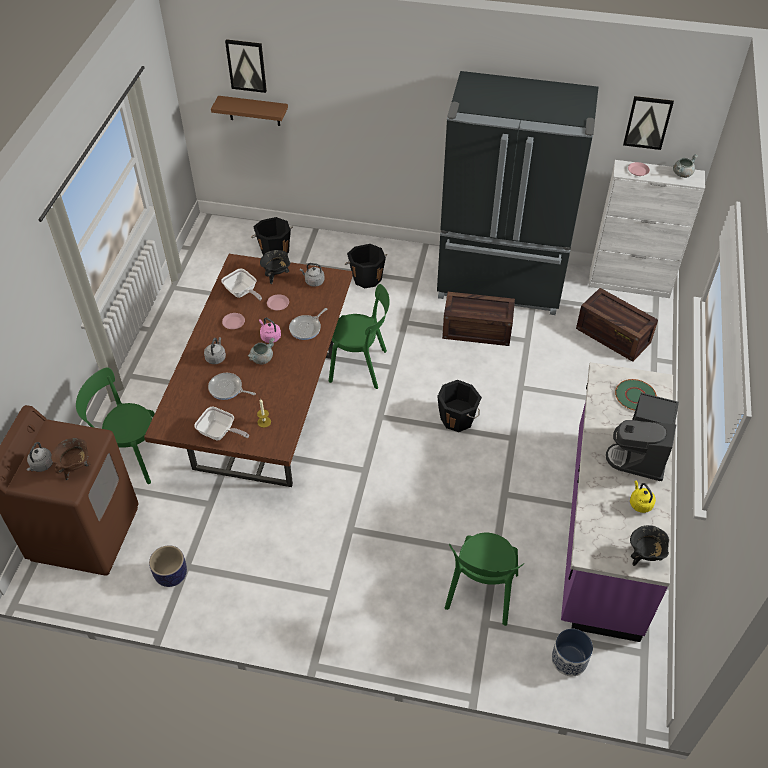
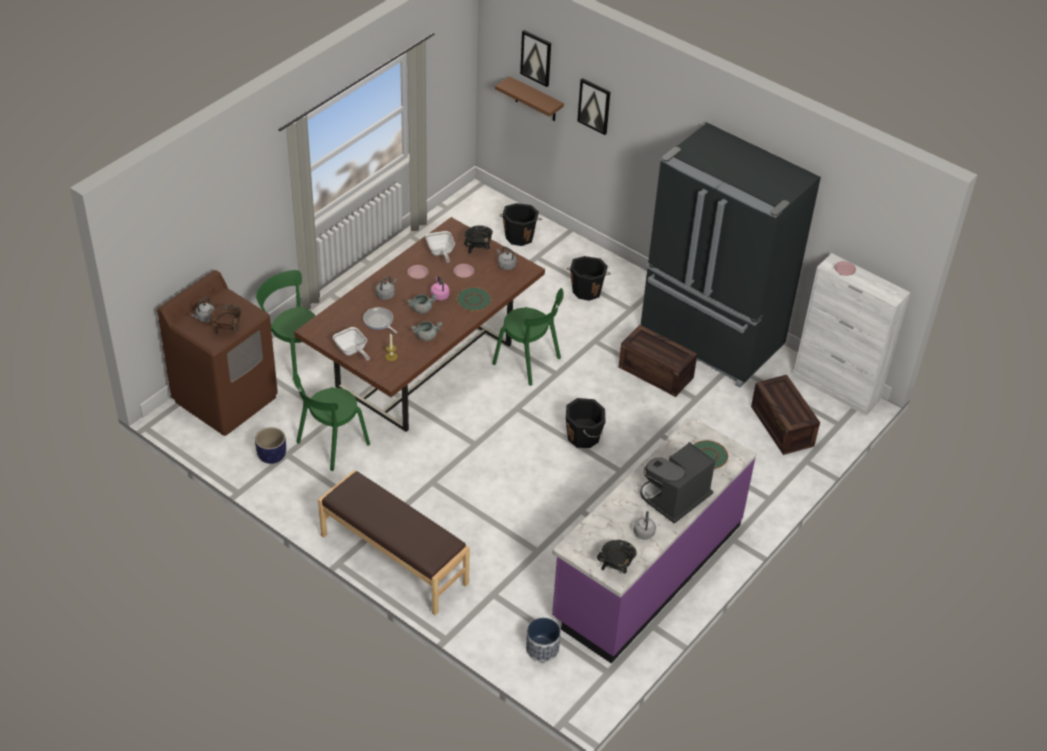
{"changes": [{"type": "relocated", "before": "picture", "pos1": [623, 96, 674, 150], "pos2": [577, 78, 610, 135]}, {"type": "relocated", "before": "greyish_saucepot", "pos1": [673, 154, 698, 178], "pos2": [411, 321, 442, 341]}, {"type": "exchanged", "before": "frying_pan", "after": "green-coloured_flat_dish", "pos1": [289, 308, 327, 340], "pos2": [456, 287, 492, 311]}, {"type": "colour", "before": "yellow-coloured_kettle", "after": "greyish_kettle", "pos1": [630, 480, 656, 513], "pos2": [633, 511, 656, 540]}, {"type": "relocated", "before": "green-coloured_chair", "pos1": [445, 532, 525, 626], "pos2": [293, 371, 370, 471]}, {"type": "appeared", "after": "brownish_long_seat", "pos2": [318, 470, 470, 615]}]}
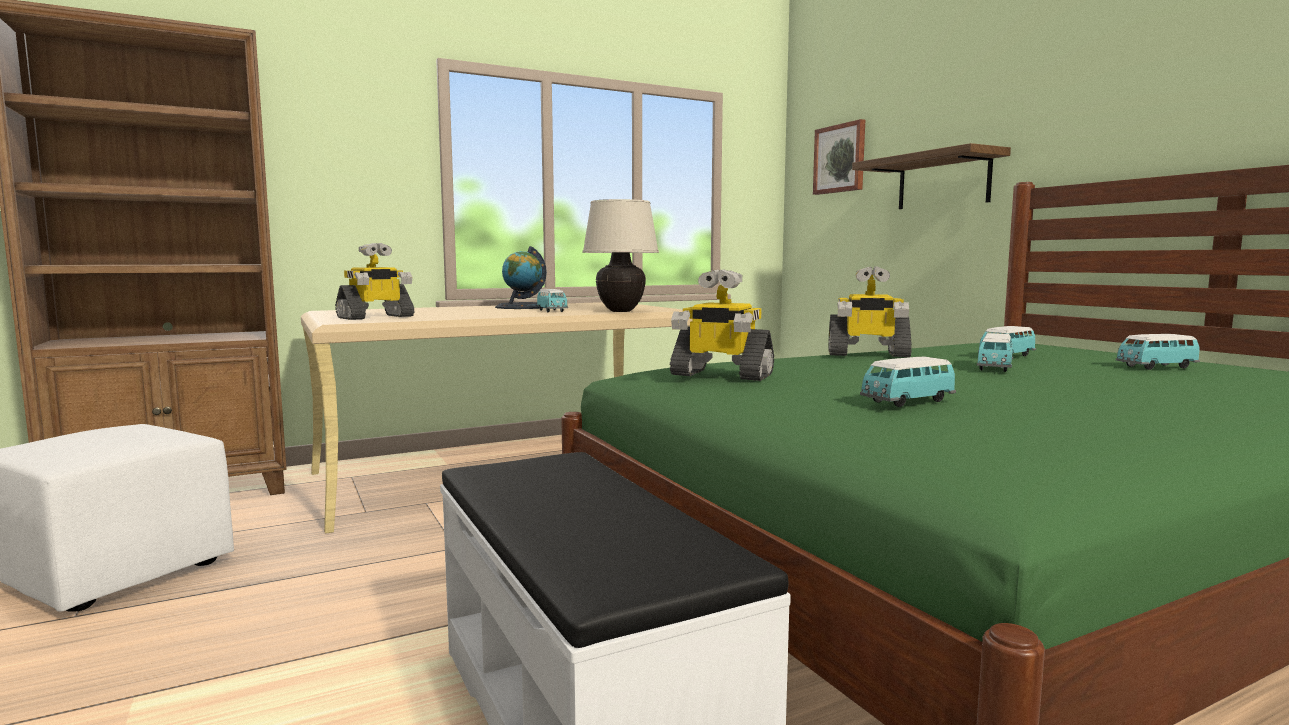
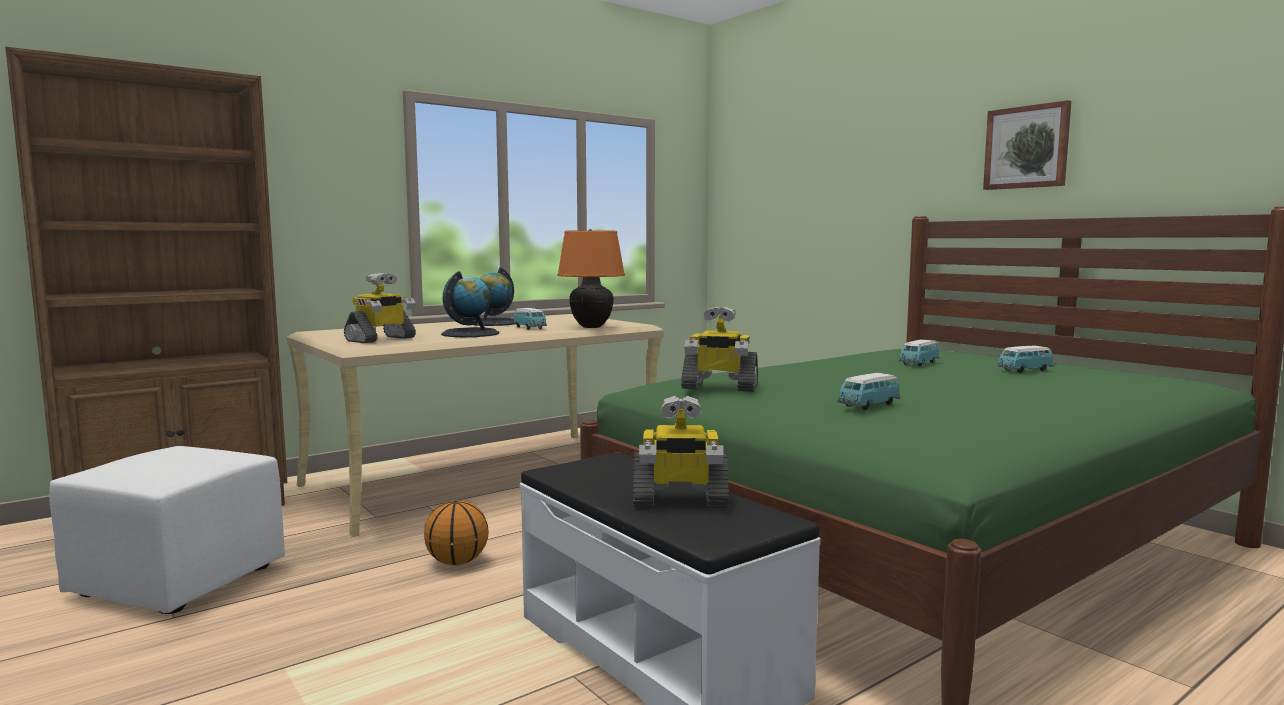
{"changes": [{"type": "relocated", "before": "picture", "pos1": [813, 119, 865, 195], "pos2": [983, 100, 1071, 190]}, {"type": "missing", "before": "bracket_shelf", "pos1": [852, 143, 1011, 209]}, {"type": "colour", "before": "sand-coloured_tabletop_lamp", "after": "orange-coloured_tabletop_lamp", "pos1": [582, 199, 659, 312], "pos2": [557, 229, 625, 328]}, {"type": "relocated", "before": "model_robot", "pos1": [828, 266, 912, 357], "pos2": [633, 395, 729, 508]}, {"type": "missing", "before": "model_car", "pos1": [977, 333, 1013, 372]}, {"type": "appeared", "after": "world_globe", "pos2": [441, 271, 499, 337]}, {"type": "appeared", "after": "basketball", "pos2": [424, 500, 489, 565]}]}
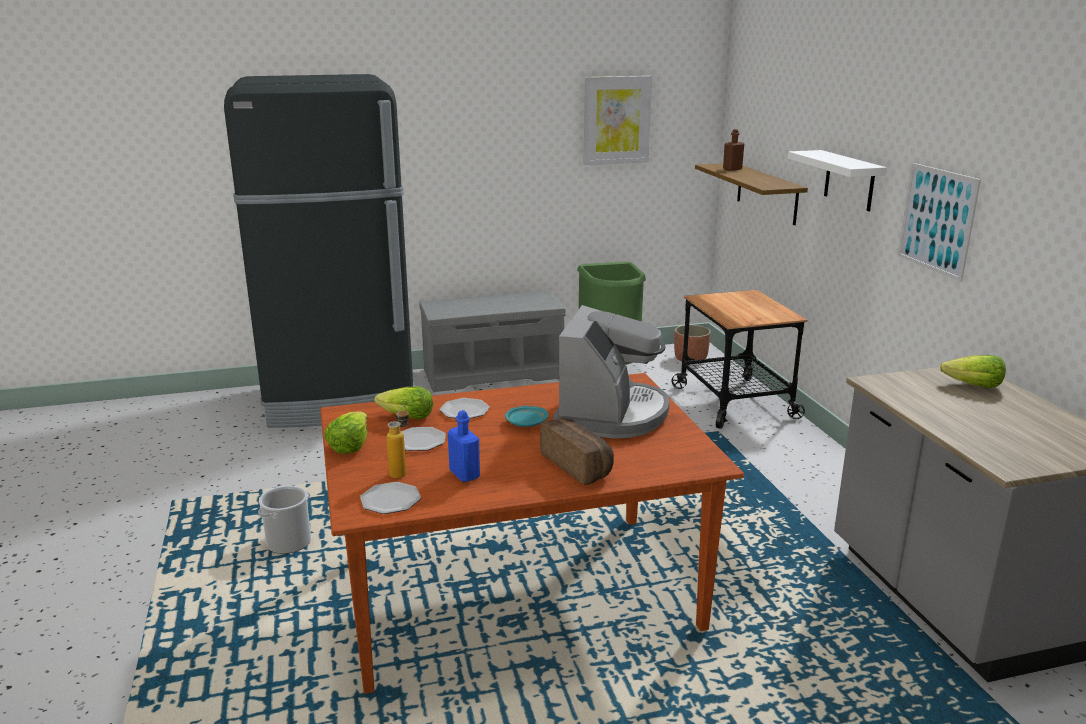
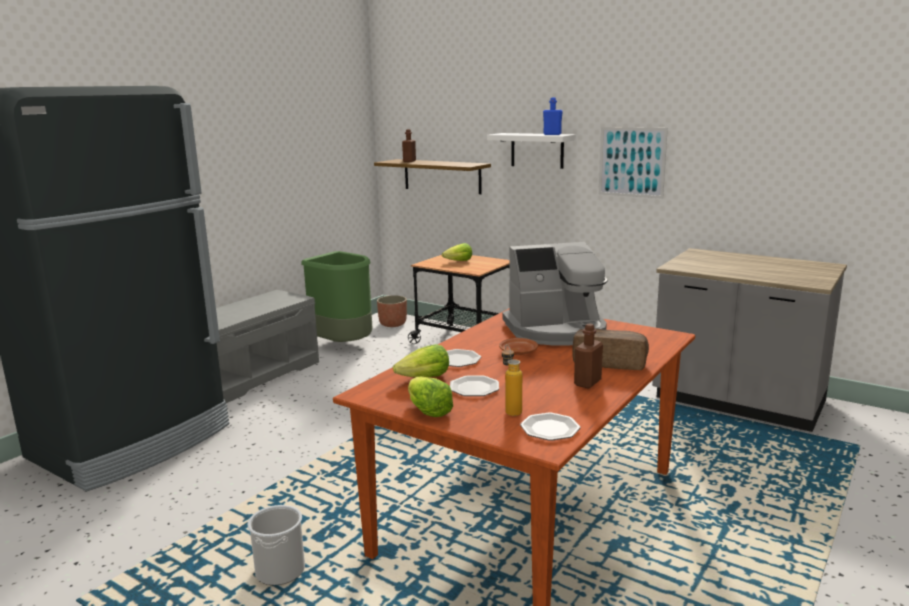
{"changes": [{"type": "missing", "before": "picture", "pos1": [583, 76, 652, 165]}, {"type": "spun", "before": "coffee_maker", "pos1": [553, 305, 670, 439], "pos2": [502, 242, 607, 345], "turn": 105}, {"type": "relocated", "before": "head_of_lettuce", "pos1": [940, 355, 1006, 388], "pos2": [442, 243, 472, 261]}, {"type": "colour", "before": "turquoise-coloured_flat_dish", "after": "brownish_flat_dish", "pos1": [505, 406, 549, 427], "pos2": [499, 338, 538, 355]}, {"type": "relocated", "before": "blue_bottle", "pos1": [448, 410, 480, 482], "pos2": [543, 97, 563, 135]}, {"type": "appeared", "after": "brownish_bottle", "pos2": [574, 323, 603, 388]}]}
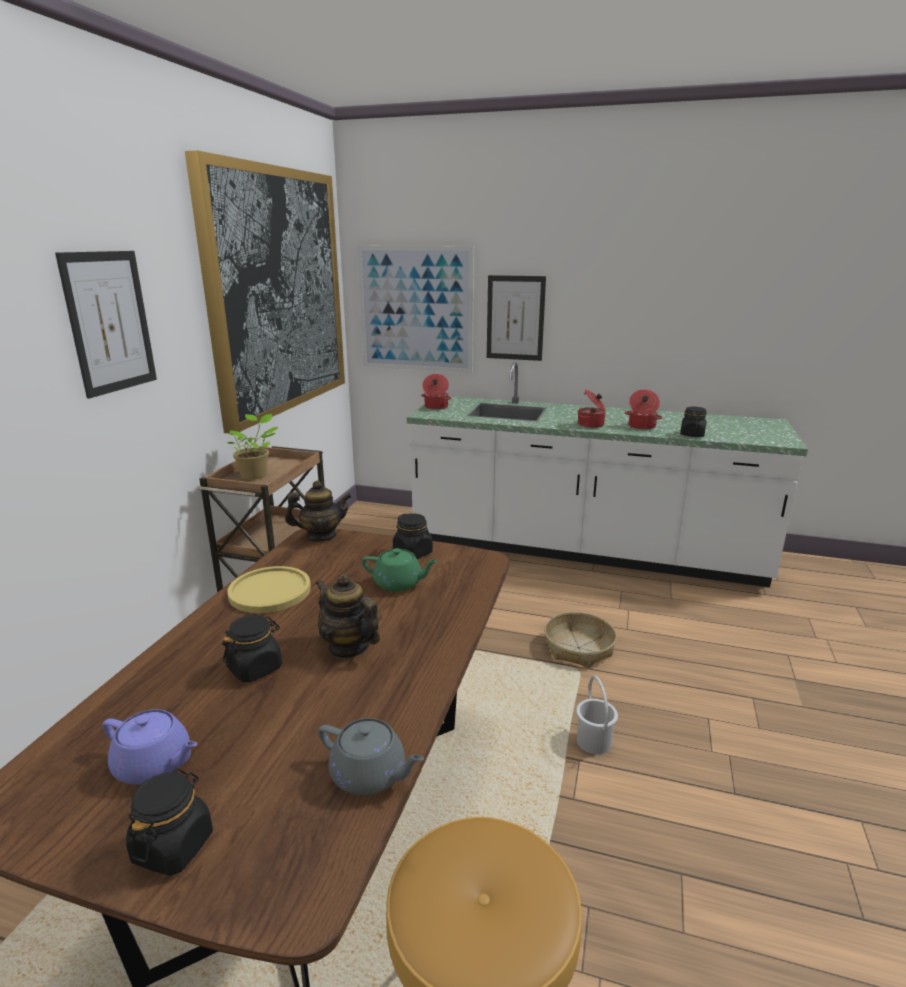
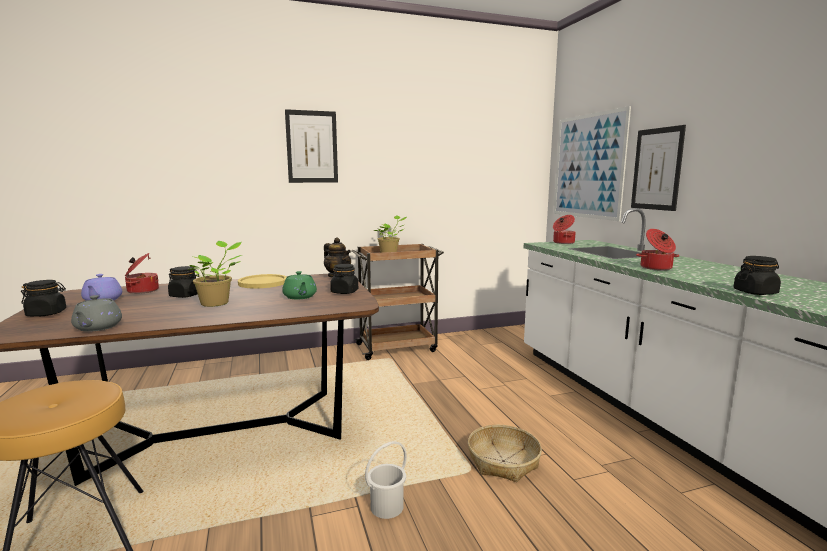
{"changes": [{"type": "missing", "before": "picture", "pos1": [185, 150, 345, 433]}, {"type": "relocated", "before": "saucepot", "pos1": [625, 390, 662, 430], "pos2": [125, 253, 159, 294]}, {"type": "exchanged", "before": "tea_pot", "after": "houseplant", "pos1": [315, 574, 380, 659], "pos2": [188, 241, 242, 307]}]}
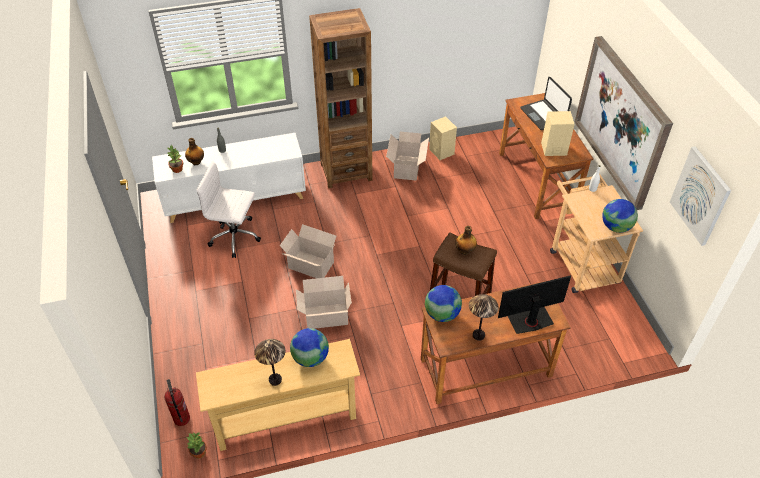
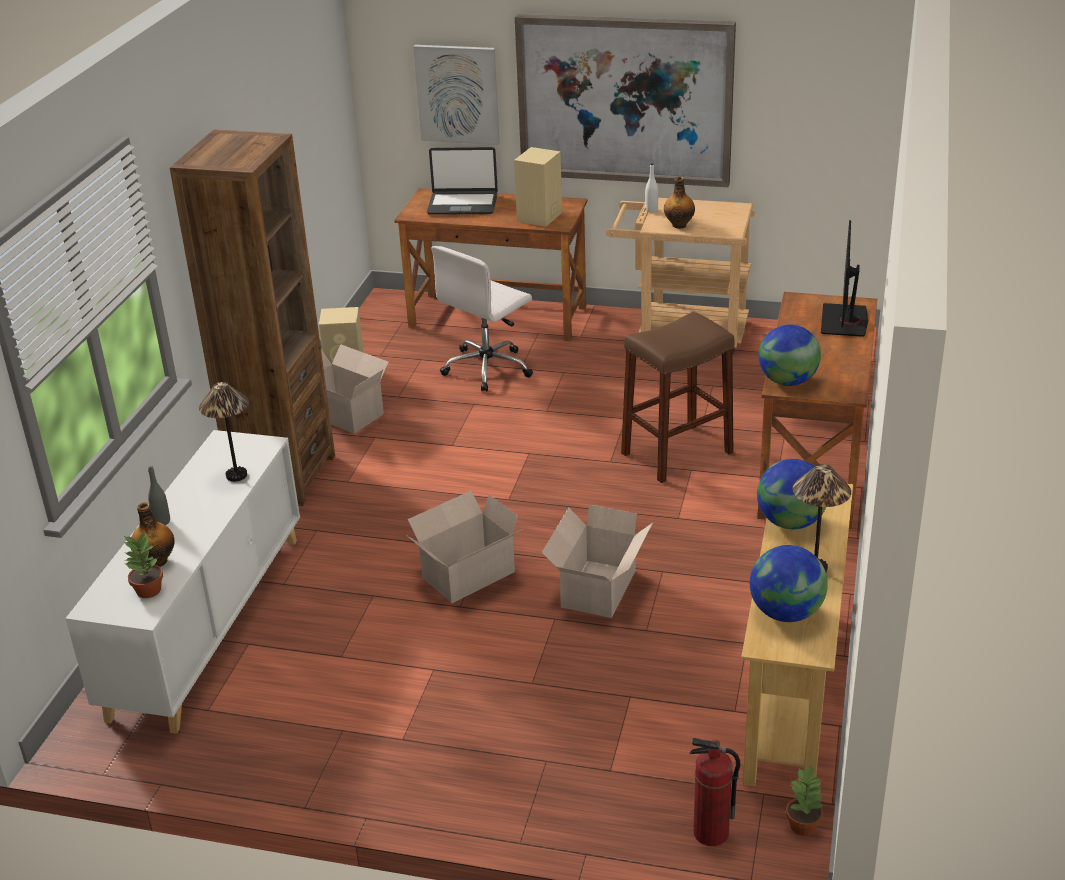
{"changes": [{"type": "relocated", "before": "picture", "pos1": [670, 146, 731, 246], "pos2": [413, 45, 500, 145]}, {"type": "relocated", "before": "whitish_desk_chair", "pos1": [196, 161, 261, 258], "pos2": [432, 246, 533, 392]}, {"type": "relocated", "before": "world_globe", "pos1": [602, 199, 638, 233], "pos2": [750, 545, 828, 622]}, {"type": "relocated", "before": "bottle", "pos1": [455, 226, 477, 255], "pos2": [664, 177, 695, 229]}, {"type": "relocated", "before": "tabletop_lamp", "pos1": [469, 294, 499, 341], "pos2": [199, 382, 249, 482]}]}
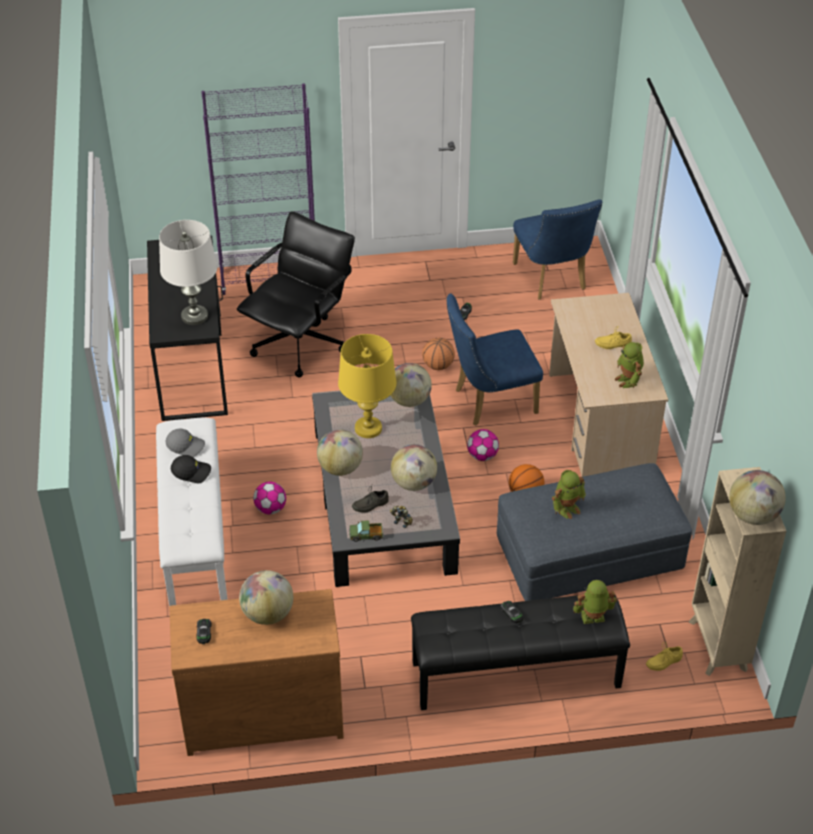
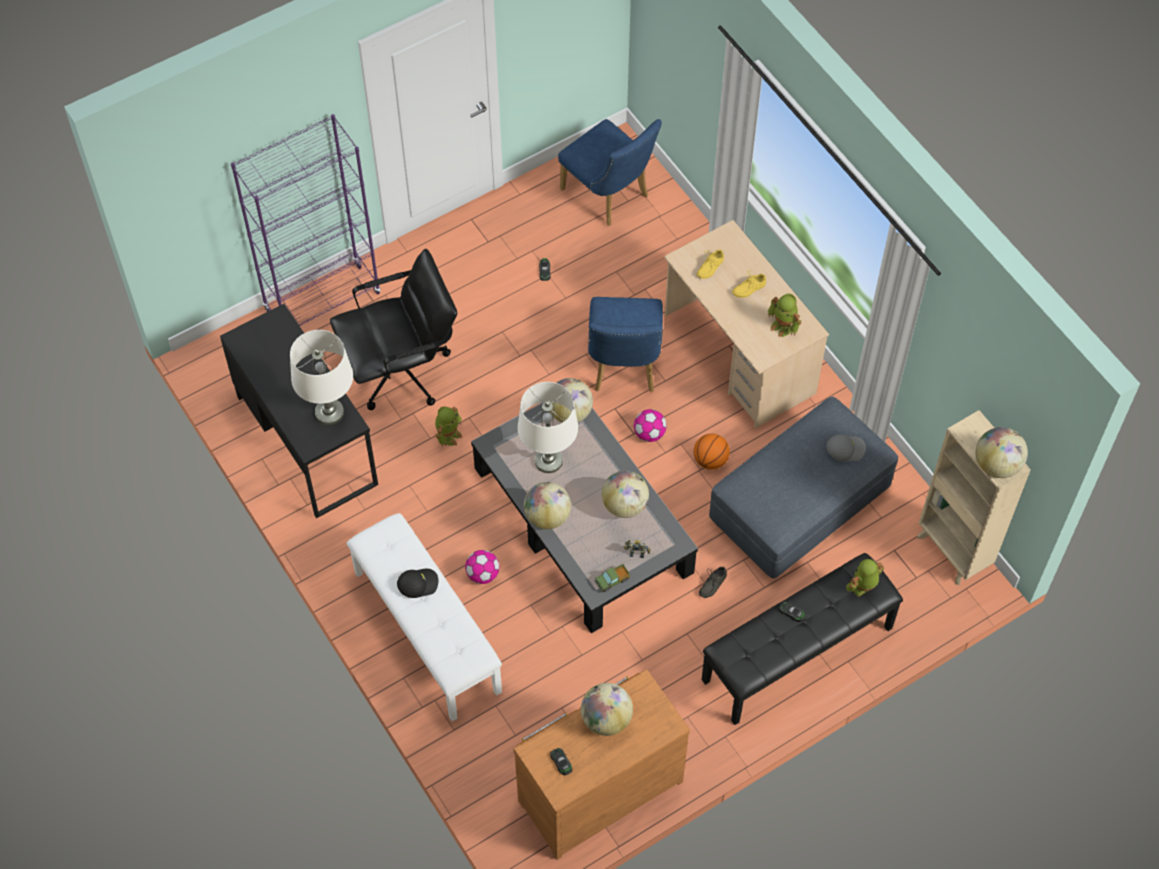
{"changes": [{"type": "spun", "before": "blackish_desk_chair", "pos1": [237, 212, 355, 378], "pos2": [330, 249, 457, 410], "turn": 60}, {"type": "spun", "before": "blue_chair", "pos1": [447, 293, 543, 426], "pos2": [588, 297, 663, 392], "turn": -45}, {"type": "colour", "before": "yellow-coloured_tabletop_lamp", "after": "whitish_tabletop_lamp", "pos1": [338, 334, 397, 438], "pos2": [518, 382, 578, 473]}, {"type": "missing", "before": "basketball", "pos1": [422, 338, 455, 370]}, {"type": "relocated", "before": "greyish_cap", "pos1": [166, 429, 205, 457], "pos2": [826, 434, 866, 461]}, {"type": "relocated", "before": "model_robot", "pos1": [552, 470, 586, 520], "pos2": [435, 406, 463, 447]}, {"type": "relocated", "before": "greyish_item_of_footwear", "pos1": [352, 486, 389, 513], "pos2": [699, 567, 727, 598]}, {"type": "relocated", "before": "yellow-coloured_item_of_footwear", "pos1": [646, 641, 683, 671], "pos2": [697, 250, 724, 279]}]}
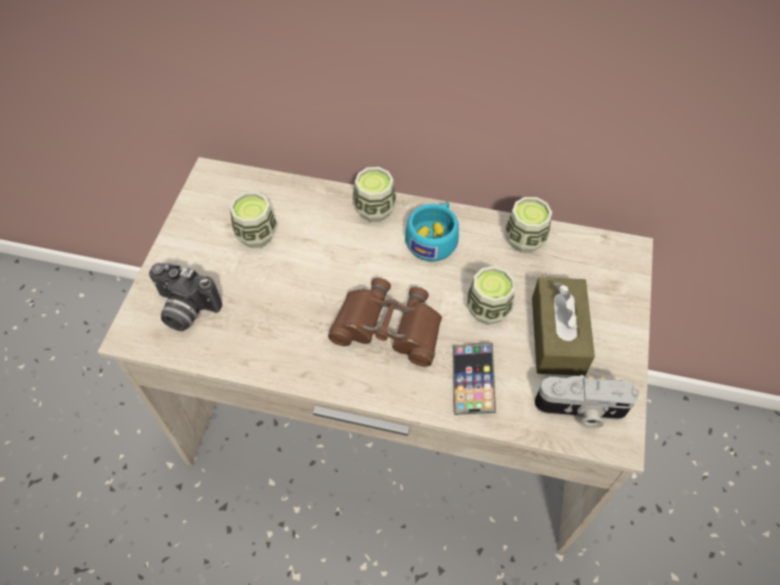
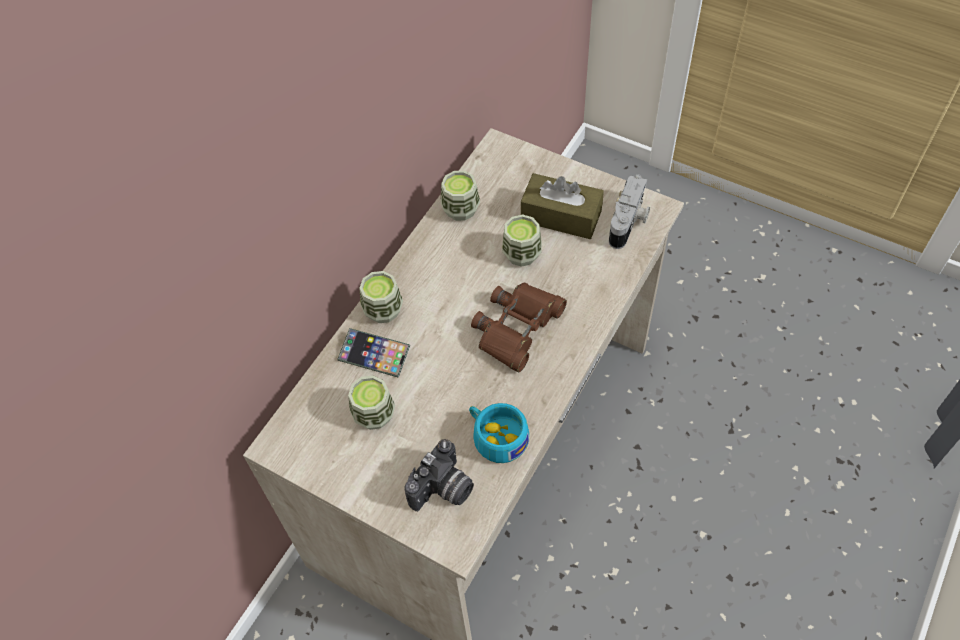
{"changes": [{"type": "relocated", "before": "turquoise-coloured_small_cup", "pos1": [405, 202, 459, 261], "pos2": [469, 403, 529, 463]}, {"type": "relocated", "before": "telephone", "pos1": [453, 343, 496, 415], "pos2": [337, 328, 410, 378]}]}
